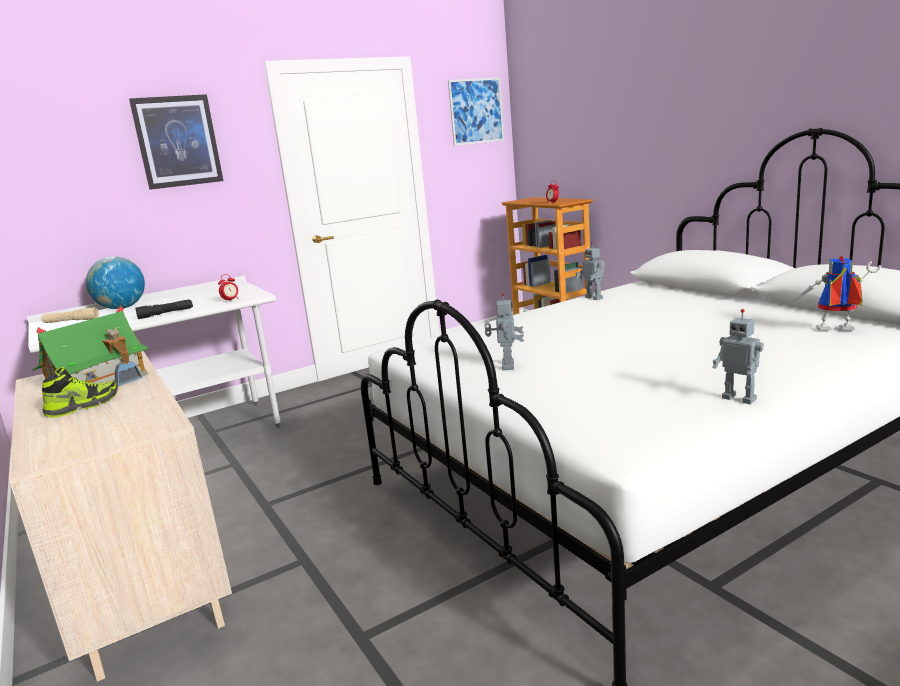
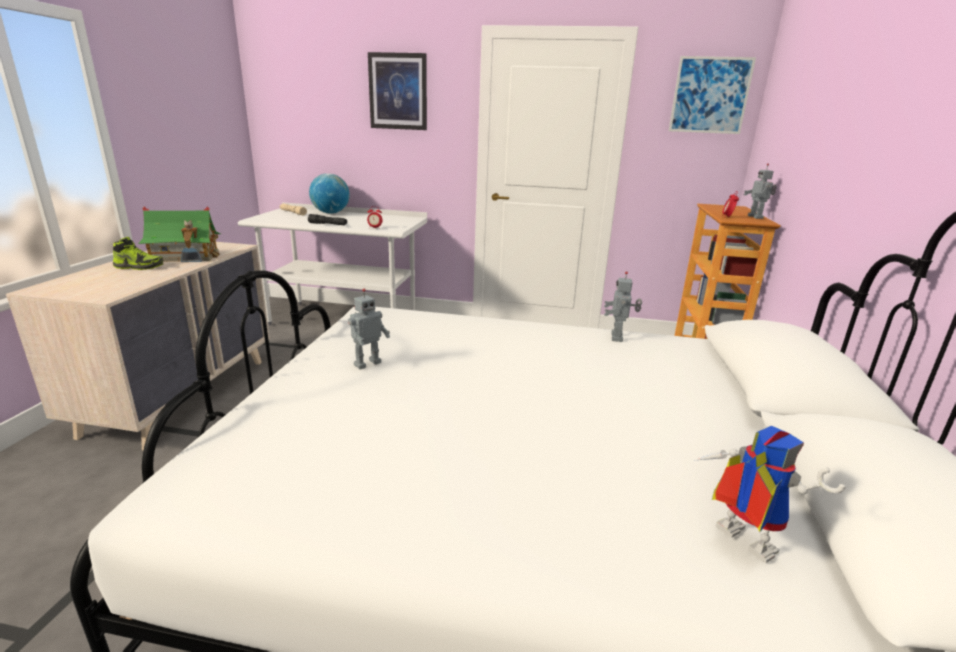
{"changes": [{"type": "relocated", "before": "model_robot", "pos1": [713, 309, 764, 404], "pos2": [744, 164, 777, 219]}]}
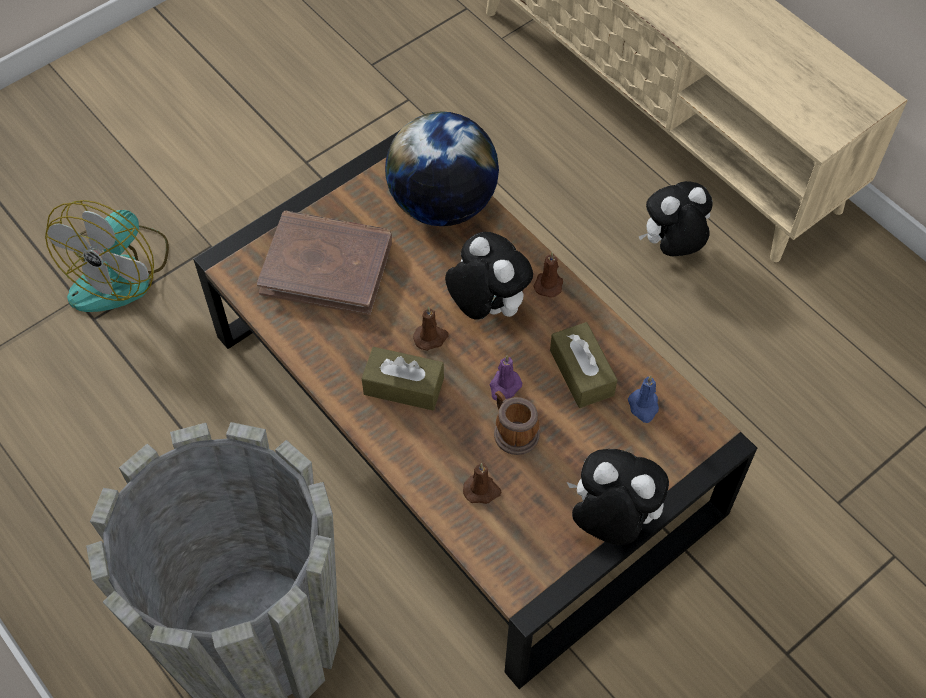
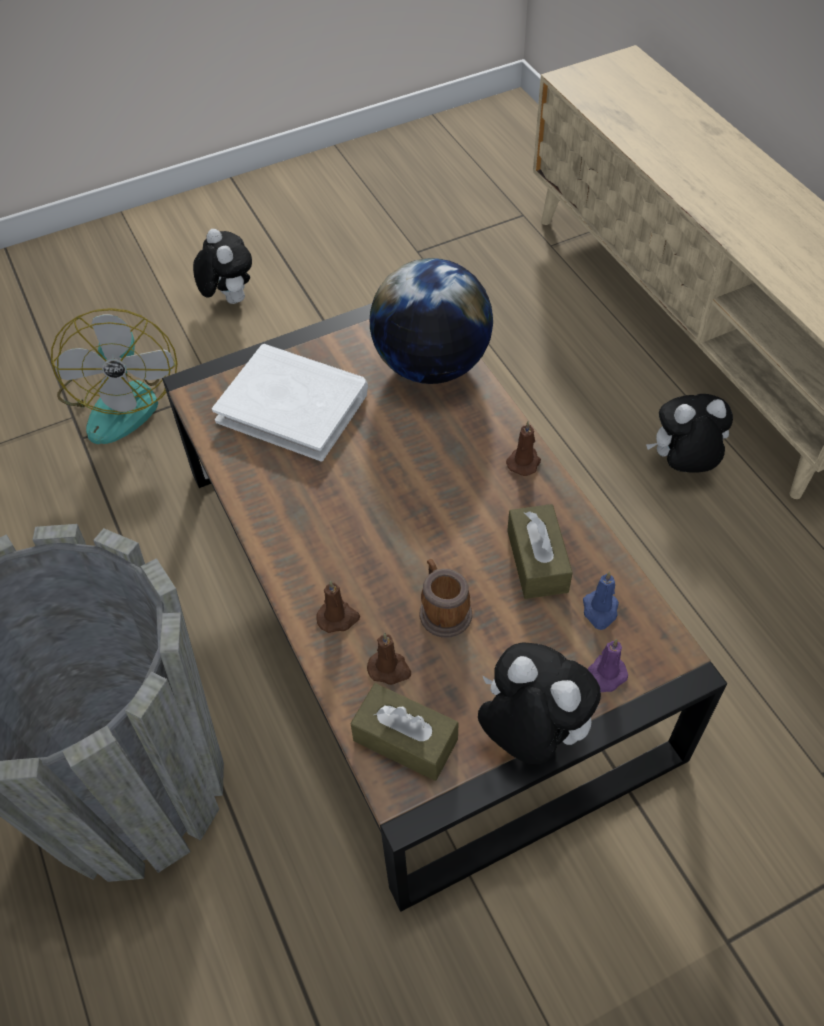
{"changes": [{"type": "spun", "before": "cooling_fan", "pos1": [45, 200, 169, 312], "pos2": [51, 308, 178, 444], "turn": -45}, {"type": "colour", "before": "brownish_volume", "after": "whitish_volume", "pos1": [257, 210, 392, 315], "pos2": [212, 344, 368, 461]}, {"type": "relocated", "before": "soft_toy", "pos1": [445, 232, 533, 320], "pos2": [193, 229, 252, 304]}, {"type": "relocated", "before": "brownish_wax_candle", "pos1": [413, 306, 449, 351], "pos2": [317, 581, 360, 633]}, {"type": "relocated", "before": "brownish_box_of_tissues", "pos1": [362, 347, 444, 410], "pos2": [350, 683, 458, 781]}, {"type": "relocated", "before": "purple-coloured_wax_candle", "pos1": [490, 355, 522, 401], "pos2": [588, 639, 628, 692]}]}
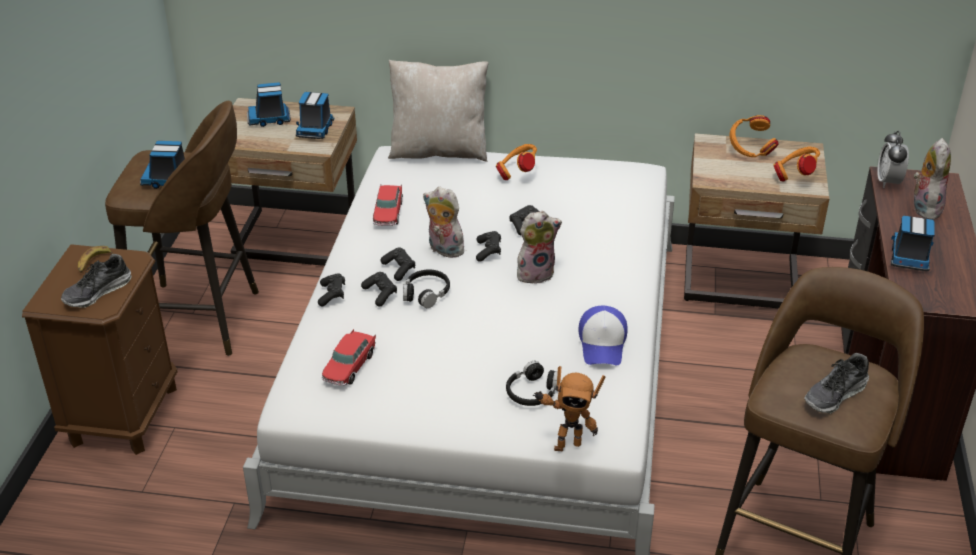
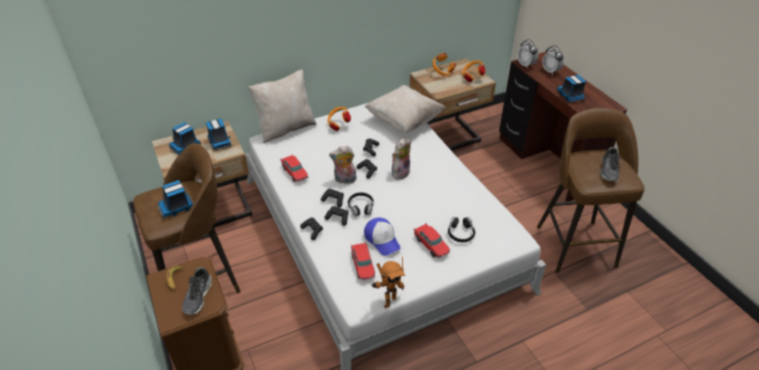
{"changes": [{"type": "exchanged", "before": "soft_toy", "after": "bedside_clock", "pos1": [914, 138, 951, 220], "pos2": [543, 45, 564, 75]}, {"type": "relocated", "before": "cap", "pos1": [579, 306, 628, 365], "pos2": [364, 217, 401, 256]}, {"type": "relocated", "before": "model_robot", "pos1": [533, 366, 605, 451], "pos2": [371, 257, 405, 308]}, {"type": "appeared", "after": "sand-coloured_cushion", "pos2": [364, 85, 446, 133]}, {"type": "appeared", "after": "model_car", "pos2": [414, 223, 450, 258]}]}
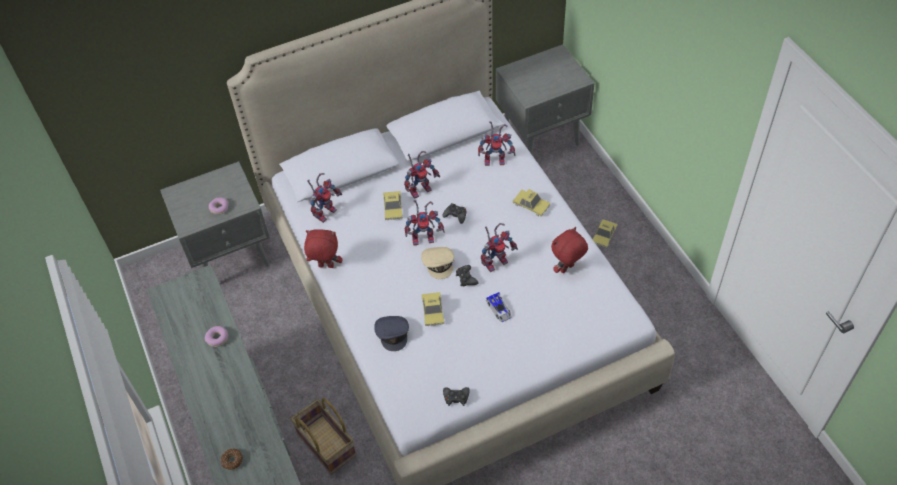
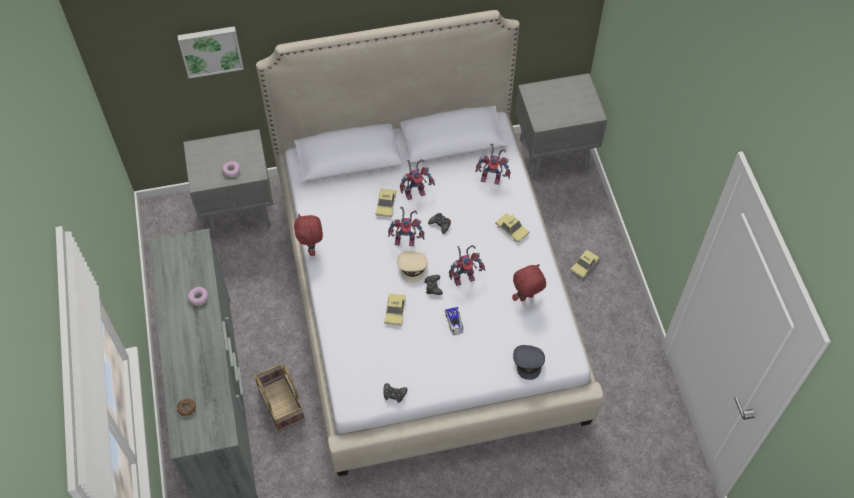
{"changes": [{"type": "missing", "before": "model_robot", "pos1": [307, 173, 342, 223]}, {"type": "spun", "before": "red-coloured_soft_toy", "pos1": [304, 229, 343, 268], "pos2": [294, 214, 323, 256], "turn": -120}, {"type": "relocated", "before": "greyish_cap", "pos1": [374, 316, 409, 351], "pos2": [513, 345, 545, 380]}, {"type": "appeared", "after": "picture", "pos2": [177, 26, 244, 79]}]}
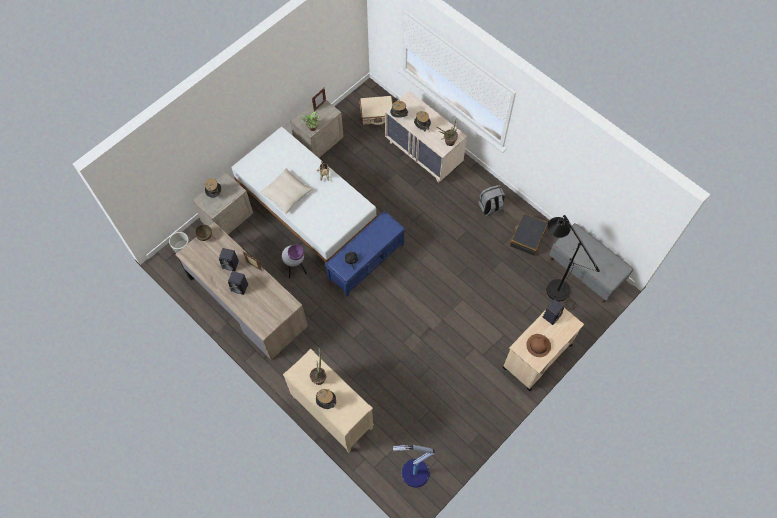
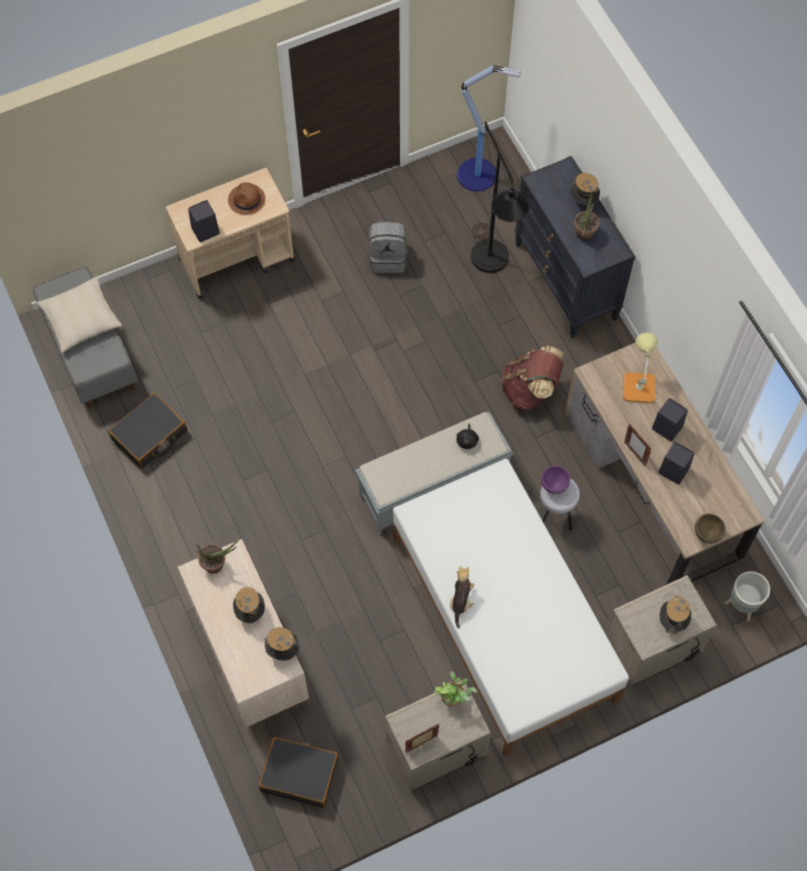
{"changes": [{"type": "colour", "before": "sand-coloured_suitcase", "after": "blackish_suitcase", "pos1": [360, 96, 393, 125], "pos2": [258, 737, 338, 808]}, {"type": "relocated", "before": "sand-coloured_cushion", "pos1": [260, 168, 312, 214], "pos2": [37, 276, 122, 353]}, {"type": "relocated", "before": "greyish_rucksack", "pos1": [479, 185, 506, 216], "pos2": [369, 221, 406, 273]}, {"type": "colour", "before": "blue_long_seat", "after": "greyish_long_seat", "pos1": [325, 211, 406, 297], "pos2": [356, 412, 513, 534]}, {"type": "relocated", "before": "blackish_standard_lamp", "pos1": [547, 215, 600, 311], "pos2": [471, 122, 529, 273]}, {"type": "colour", "before": "sand-coloured_drawer_chest", "after": "blackish_drawer_chest", "pos1": [283, 349, 374, 453], "pos2": [515, 156, 635, 338]}, {"type": "appeared", "after": "tabletop_lamp", "pos2": [623, 332, 658, 403]}, {"type": "appeared", "after": "brownish_rucksack", "pos2": [501, 346, 564, 409]}]}
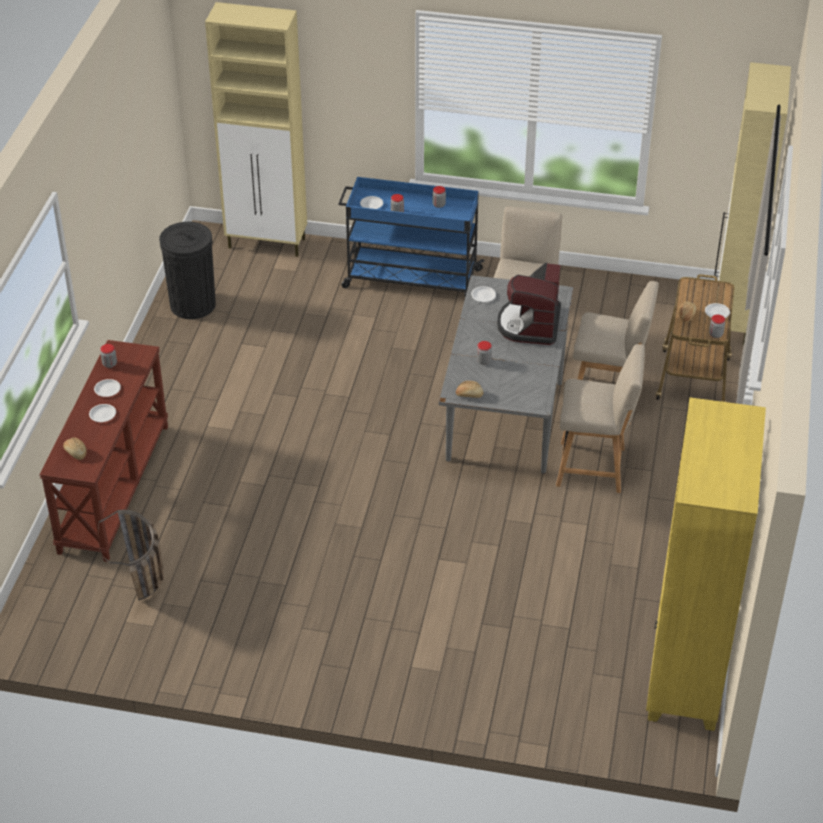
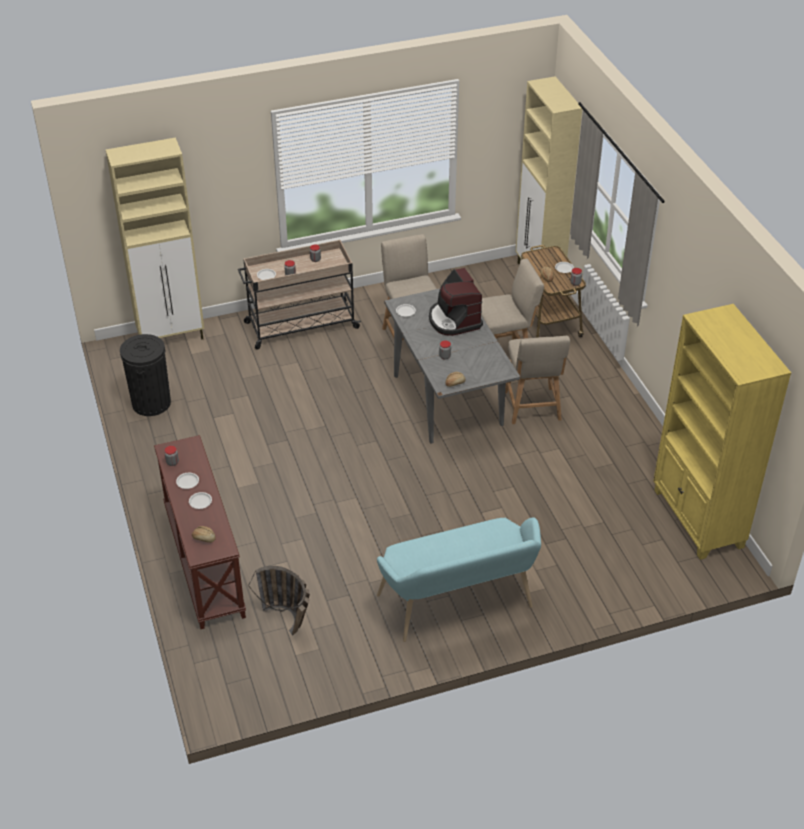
{"changes": [{"type": "colour", "before": "blue_trolley", "after": "sand-coloured_trolley", "pos1": [339, 177, 484, 297], "pos2": [238, 240, 361, 350]}, {"type": "spun", "before": "sand-coloured_chair", "pos1": [556, 344, 645, 493], "pos2": [505, 336, 570, 424], "turn": 105}, {"type": "appeared", "after": "turquoise-coloured_long_seat", "pos2": [377, 517, 541, 642]}]}
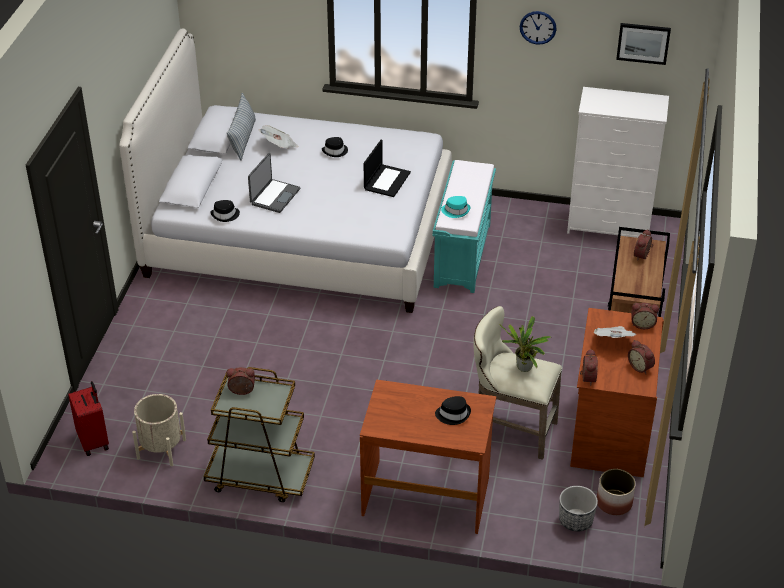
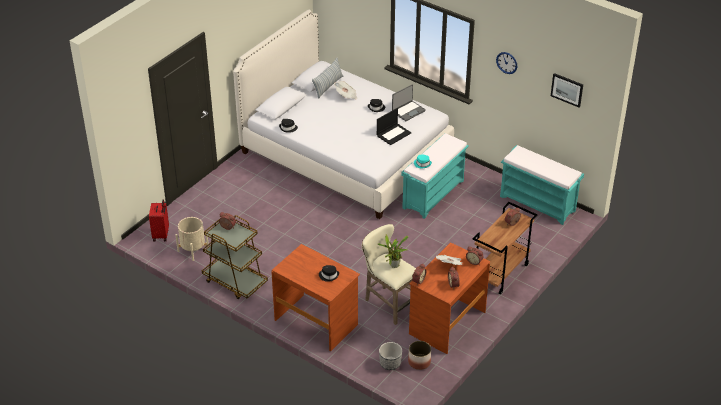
{"changes": [{"type": "exchanged", "before": "whitish_drawer_chest", "after": "turquoise-coloured_long_seat", "pos1": [567, 87, 669, 238], "pos2": [500, 145, 584, 225]}, {"type": "relocated", "before": "portable_computer", "pos1": [248, 153, 300, 213], "pos2": [392, 84, 426, 121]}]}
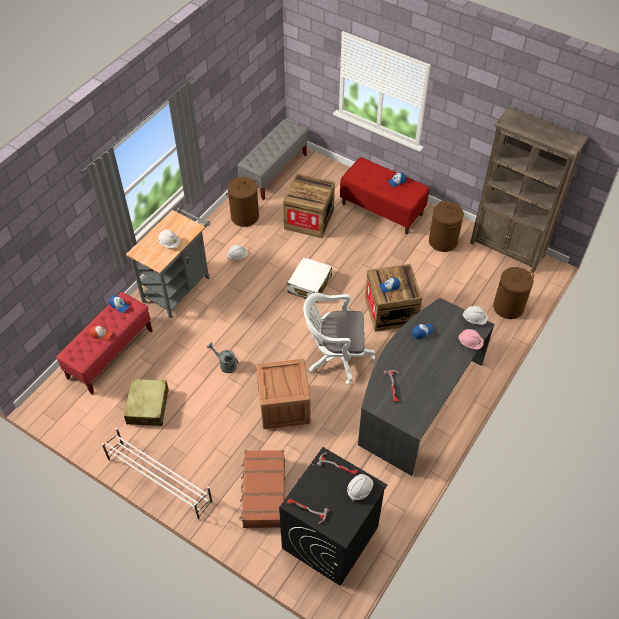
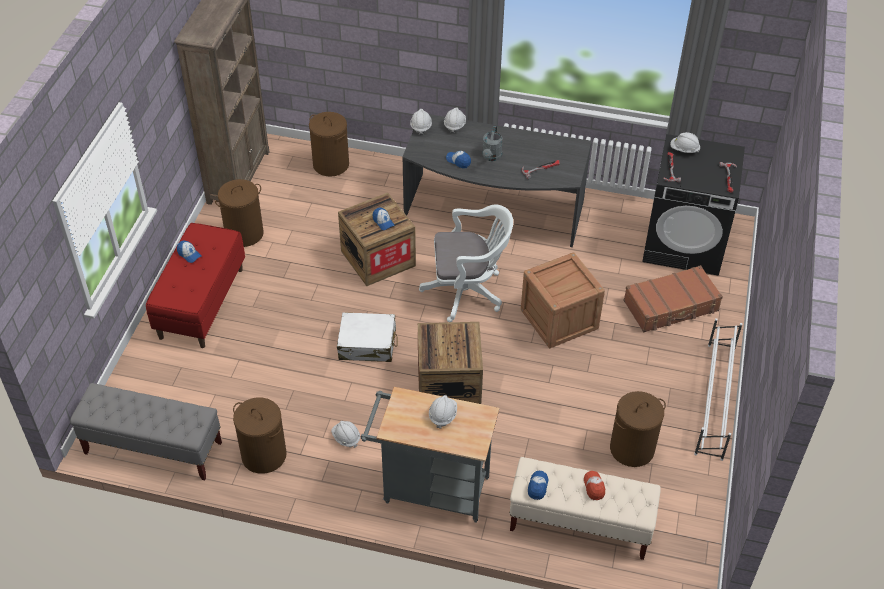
{"changes": [{"type": "relocated", "before": "crate", "pos1": [283, 173, 335, 238], "pos2": [418, 322, 483, 404]}, {"type": "colour", "before": "red-coloured_long_seat", "after": "sand-coloured_long_seat", "pos1": [56, 292, 153, 395], "pos2": [509, 457, 661, 560]}, {"type": "spun", "before": "whitish_desk_chair", "pos1": [303, 293, 375, 385], "pos2": [419, 204, 513, 322], "turn": -75}, {"type": "colour", "before": "pink-coloured_hard_hat", "after": "whitish_hard_hat", "pos1": [458, 329, 484, 350], "pos2": [444, 107, 466, 134]}, {"type": "relocated", "before": "greyish_watering_pot", "pos1": [207, 343, 238, 373], "pos2": [482, 126, 503, 161]}, {"type": "exchanged", "before": "sand-coloured_suitcase", "after": "brownish_washing_basket", "pos1": [124, 379, 169, 426], "pos2": [610, 391, 666, 467]}]}
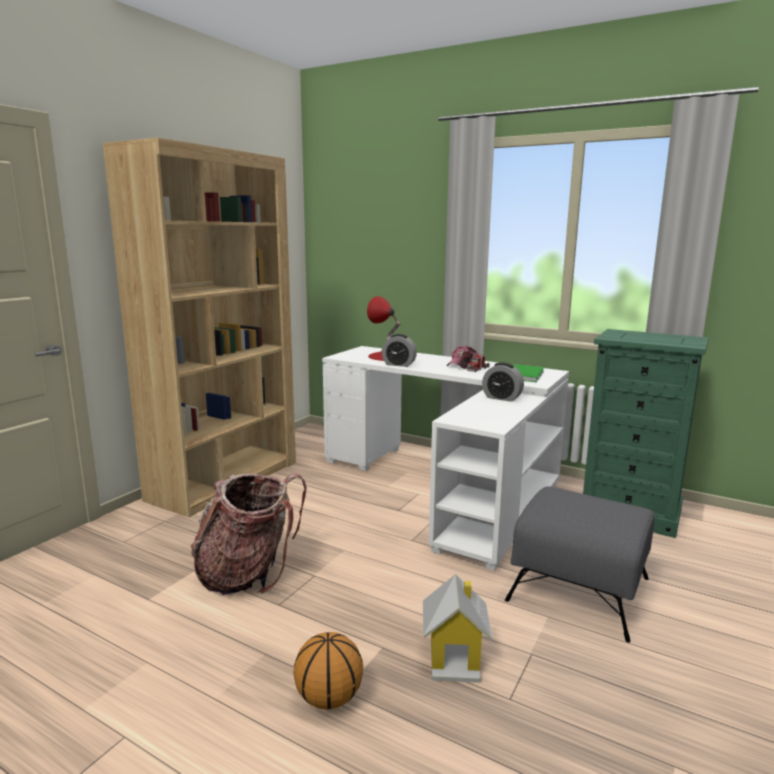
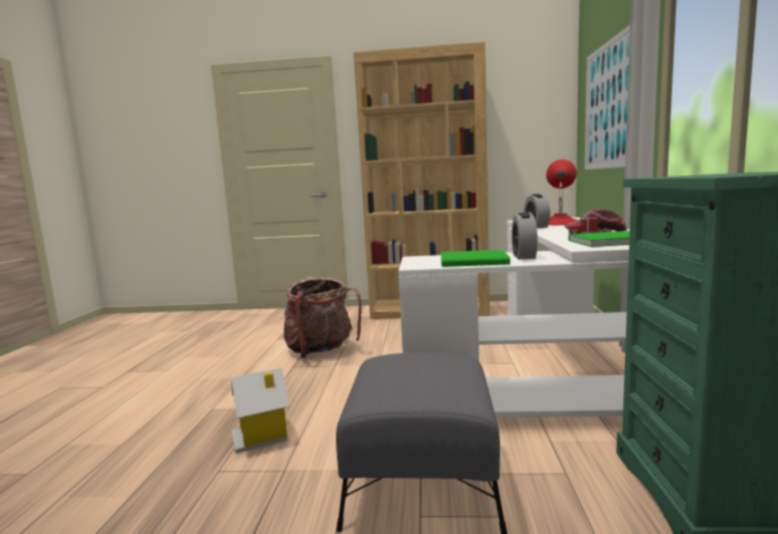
{"changes": [{"type": "missing", "before": "basketball", "pos1": [294, 632, 363, 709]}, {"type": "appeared", "after": "picture", "pos2": [585, 25, 630, 170]}, {"type": "appeared", "after": "green-coloured_volume", "pos2": [441, 250, 510, 267]}]}
